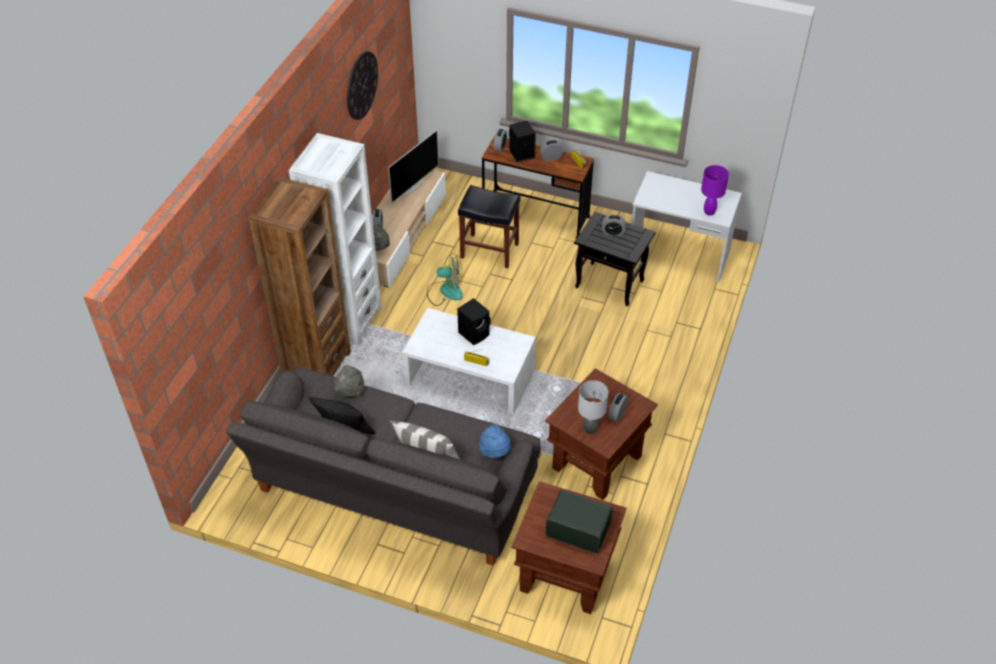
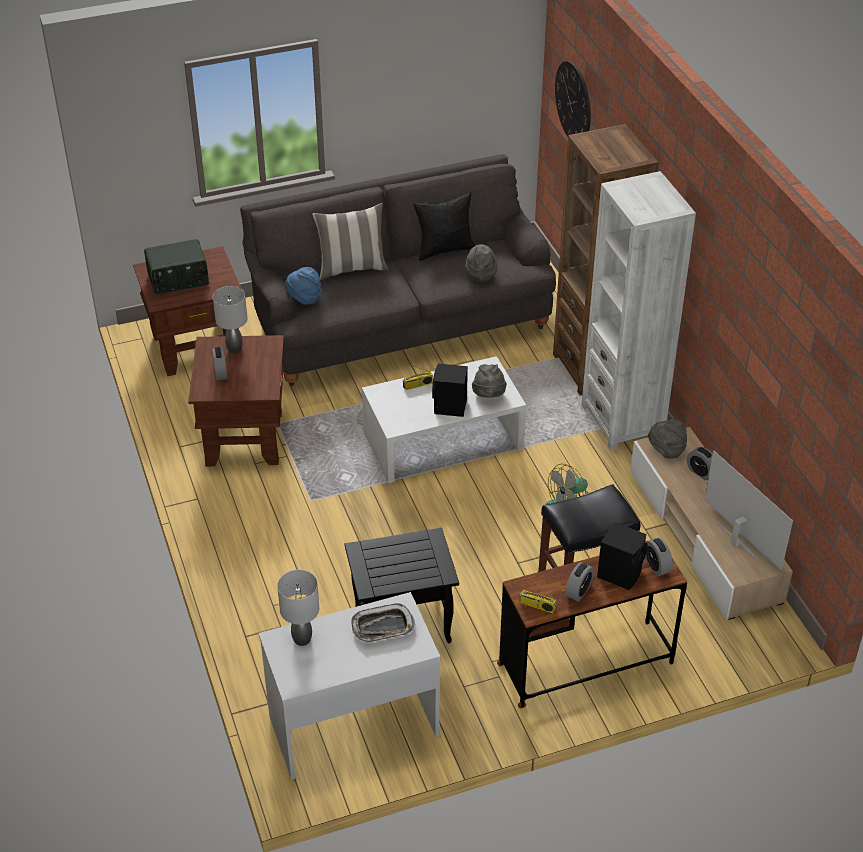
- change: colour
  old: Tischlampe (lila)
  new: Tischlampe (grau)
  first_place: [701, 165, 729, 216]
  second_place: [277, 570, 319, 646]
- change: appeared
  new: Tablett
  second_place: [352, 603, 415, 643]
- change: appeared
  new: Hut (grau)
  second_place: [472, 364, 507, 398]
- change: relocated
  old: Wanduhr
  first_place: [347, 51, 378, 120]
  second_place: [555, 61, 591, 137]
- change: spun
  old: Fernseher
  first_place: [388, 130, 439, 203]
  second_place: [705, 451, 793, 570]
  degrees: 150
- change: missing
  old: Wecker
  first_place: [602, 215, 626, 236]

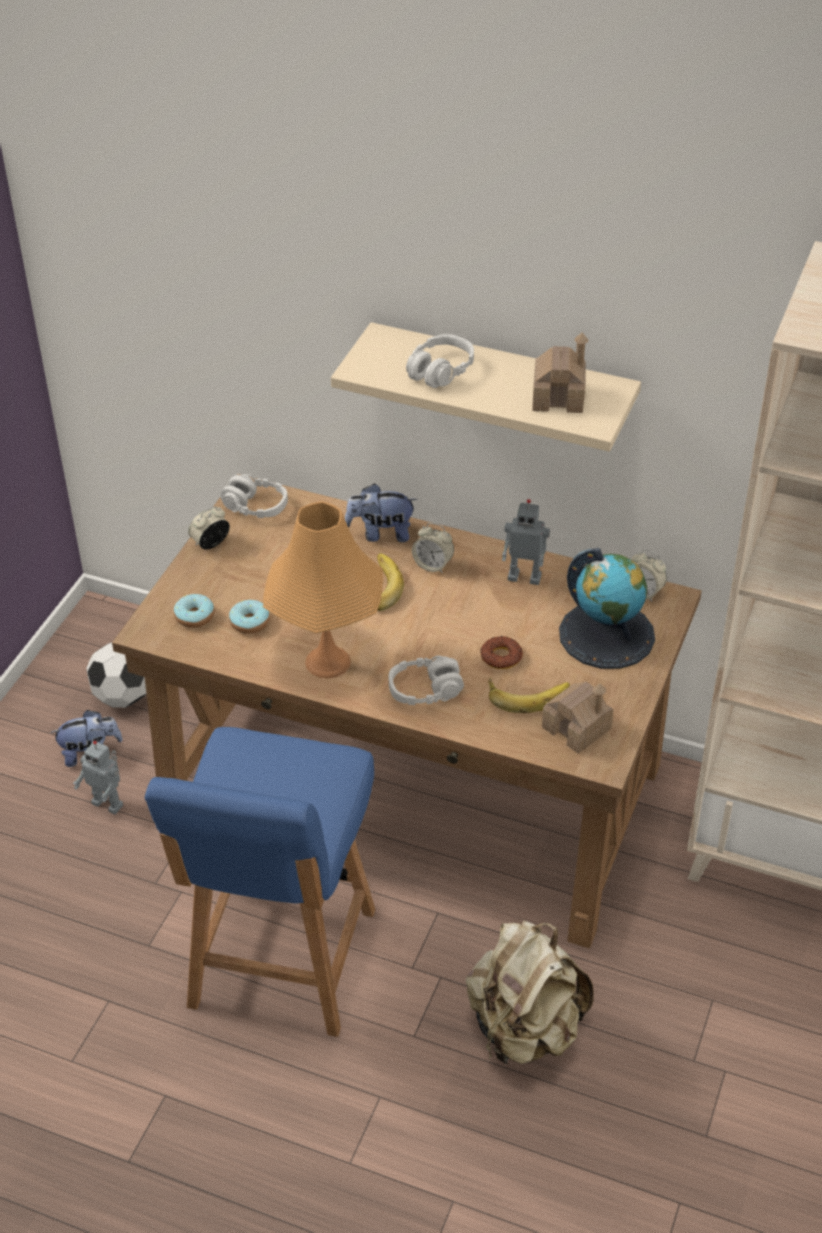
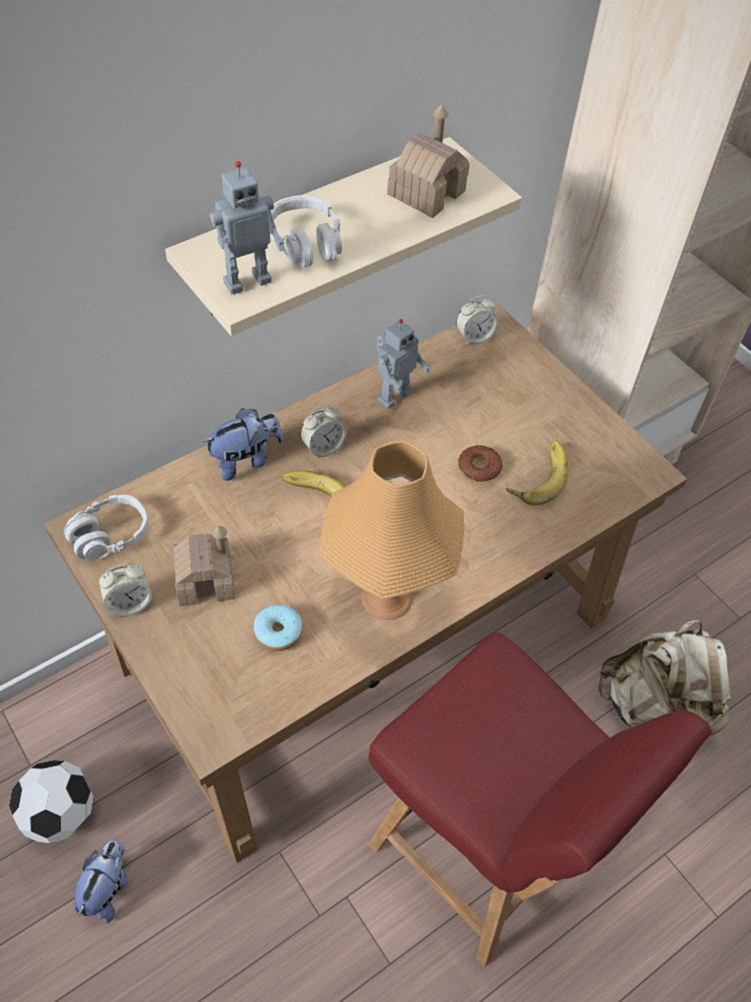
- change: spun
  old: Wecker
  first_place: [188, 506, 230, 549]
  second_place: [99, 563, 152, 617]
  degrees: -105
- change: relocated
  old: Spielzeughaus
  first_place: [542, 682, 614, 754]
  second_place: [173, 526, 234, 606]
- change: spun
  old: Plüschtier
  first_place: [345, 484, 417, 542]
  second_place: [203, 408, 283, 481]
  degrees: -150
- change: relocated
  old: Spielzeugroboter
  first_place: [73, 741, 123, 814]
  second_place: [210, 161, 284, 295]
- change: colour
  old: Stuhl (blau)
  new: Stuhl (rot)
  first_place: [145, 727, 375, 1037]
  second_place: [368, 632, 712, 967]
- change: missing
  old: Donut
  first_place: [174, 594, 214, 628]
- change: missing
  old: Kopfhörer (grau)
  first_place: [389, 656, 464, 705]
- change: missing
  old: Globus
  first_place: [559, 548, 655, 669]

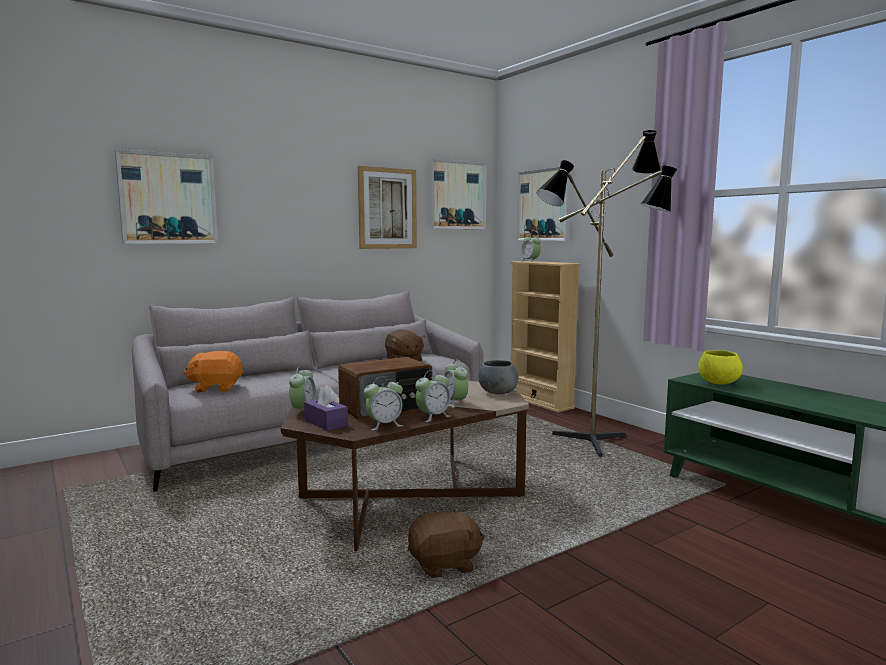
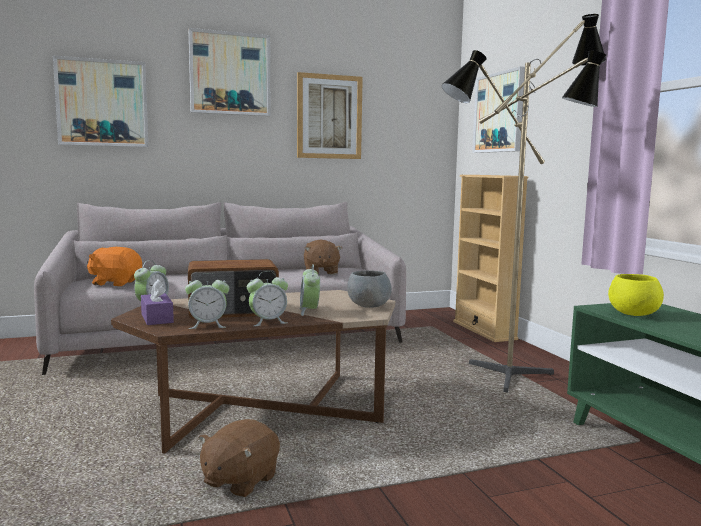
- change: relocated
  old: Bild
  first_place: [429, 158, 487, 229]
  second_place: [189, 28, 270, 116]
- change: spun
  old: Plüschtier (braun)
  first_place: [408, 507, 485, 578]
  second_place: [198, 419, 280, 497]
  degrees: 120
- change: missing
  old: Wecker
  first_place: [521, 234, 541, 262]

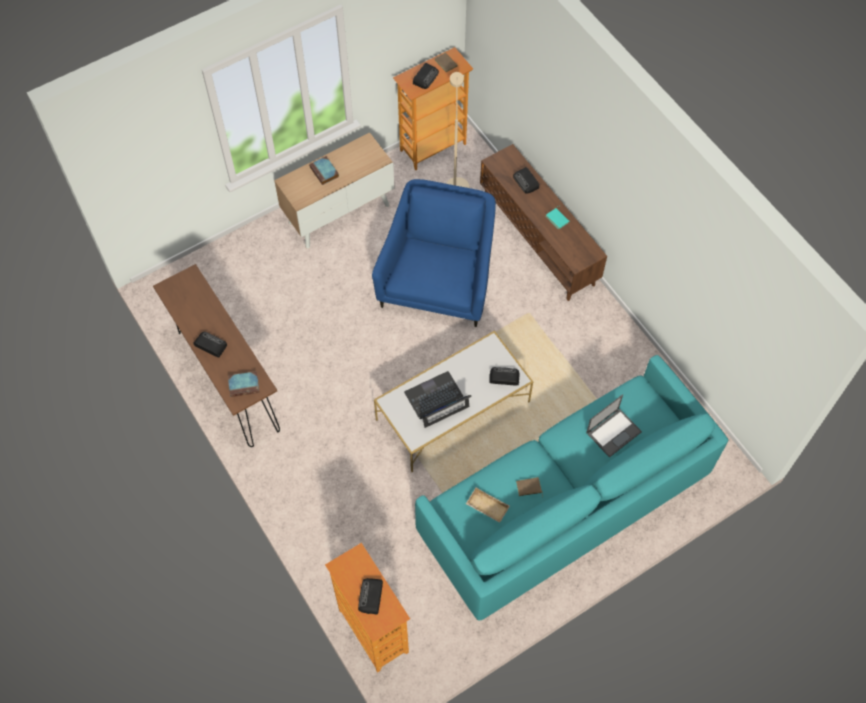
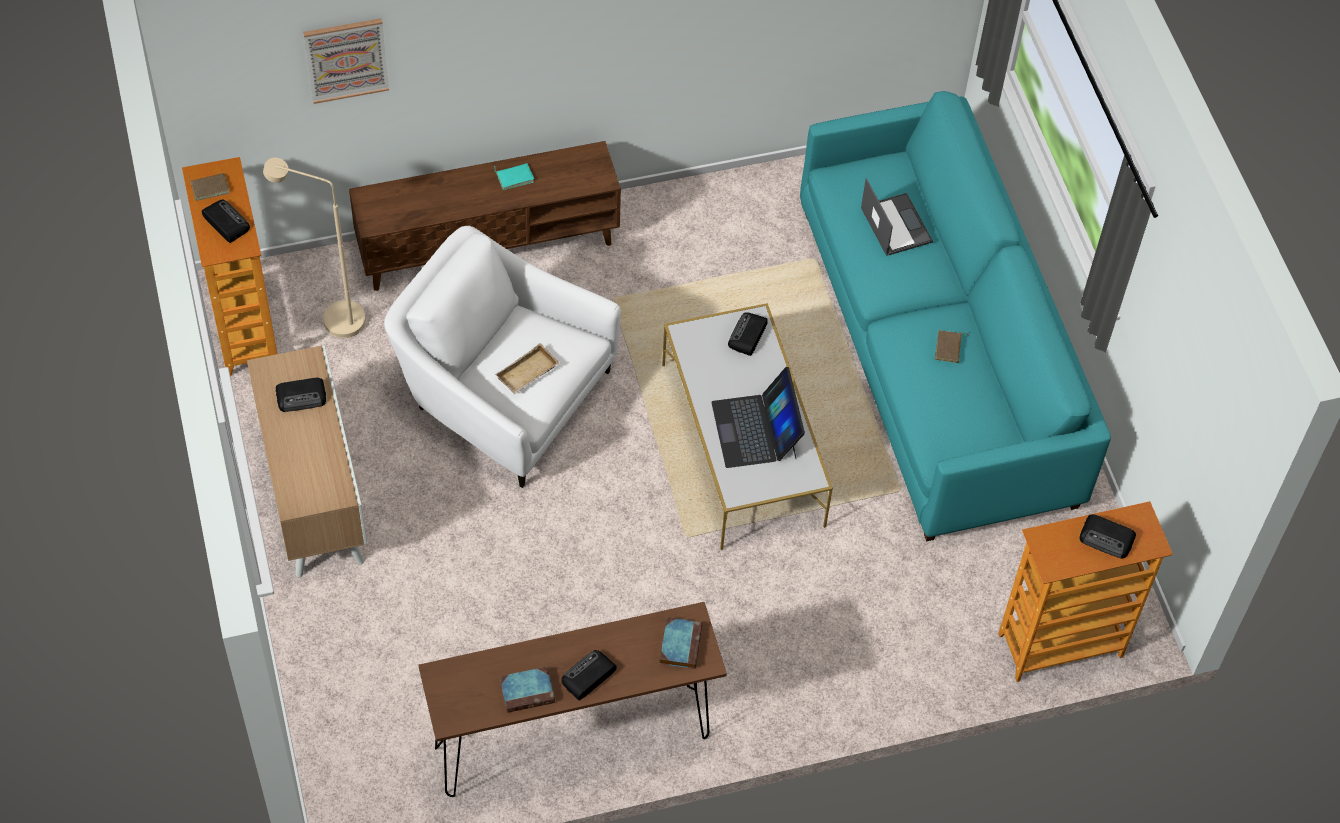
- change: relocated
  old: Radio
  first_place: [513, 167, 539, 194]
  second_place: [275, 378, 326, 412]
- change: appeared
  new: Bild
  second_place: [303, 18, 389, 104]
- change: colour
  old: Sessel (blau)
  new: Sessel (weiß)
  first_place: [372, 179, 496, 327]
  second_place: [384, 226, 621, 488]
- change: relocated
  old: Tablett (beige)
  first_place: [466, 487, 510, 523]
  second_place: [495, 343, 559, 394]
- change: relocated
  old: Buch
  first_place: [309, 156, 339, 185]
  second_place: [499, 667, 555, 713]

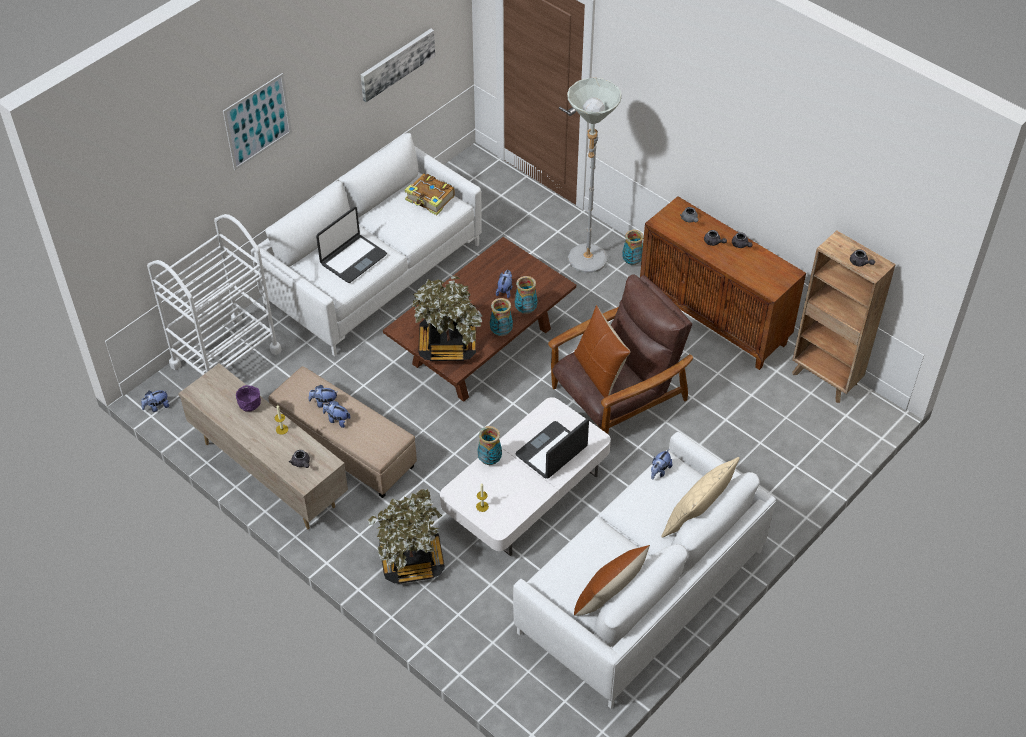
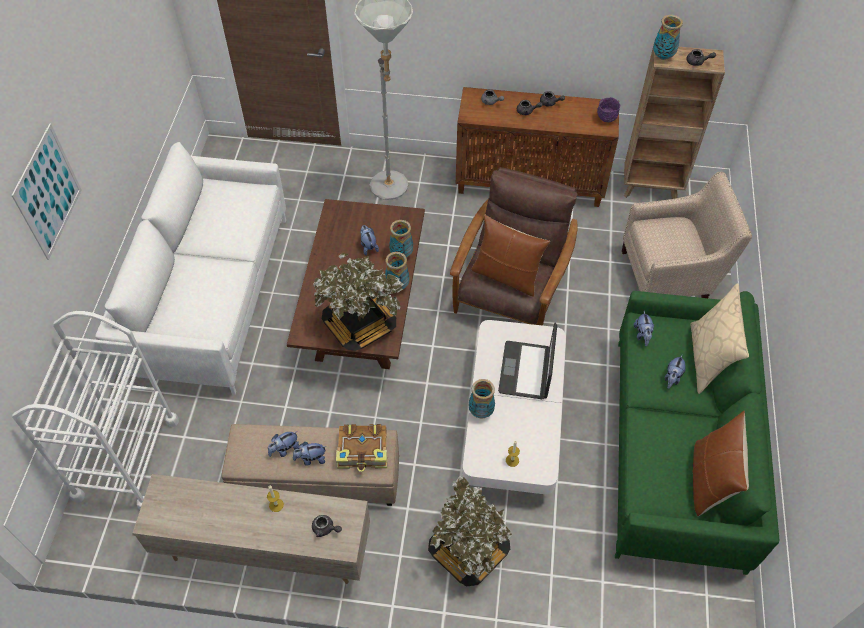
- change: relocated
  old: Buch
  first_place: [405, 173, 455, 215]
  second_place: [336, 424, 387, 472]
- change: relocated
  old: Schüssel (lila)
  first_place: [236, 385, 261, 412]
  second_place: [597, 97, 620, 122]
- change: colour
  old: Sofa (weiß)
  new: Sofa (grün)
  first_place: [513, 432, 776, 709]
  second_place: [615, 291, 779, 575]
- change: appeared
  new: Sessel (beige)
  second_place: [622, 172, 752, 298]
- change: relocated
  old: Vase
  first_place: [622, 230, 644, 265]
  second_place: [653, 15, 683, 60]
- change: relocated
  old: Plüschtier
  first_place: [141, 390, 169, 412]
  second_place: [665, 355, 686, 389]
- change: missing
  old: Laptop
  first_place: [316, 207, 387, 283]
- change: missing
  old: Bild
  first_place: [361, 29, 435, 102]

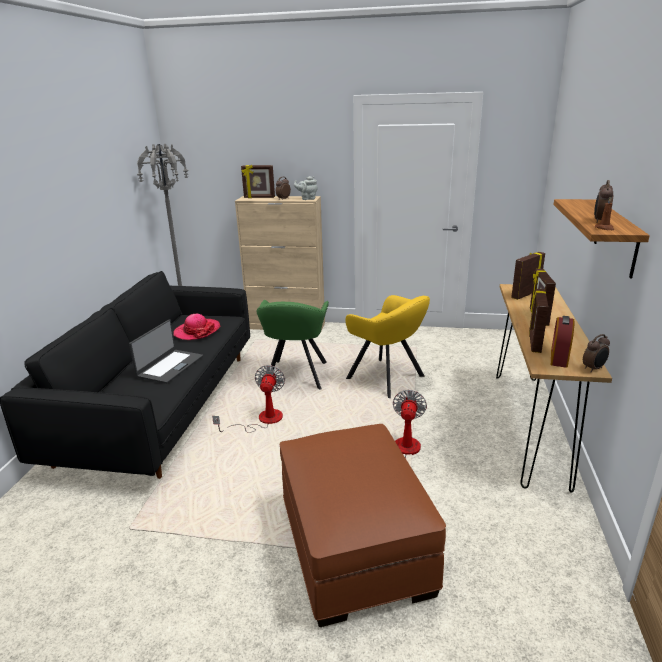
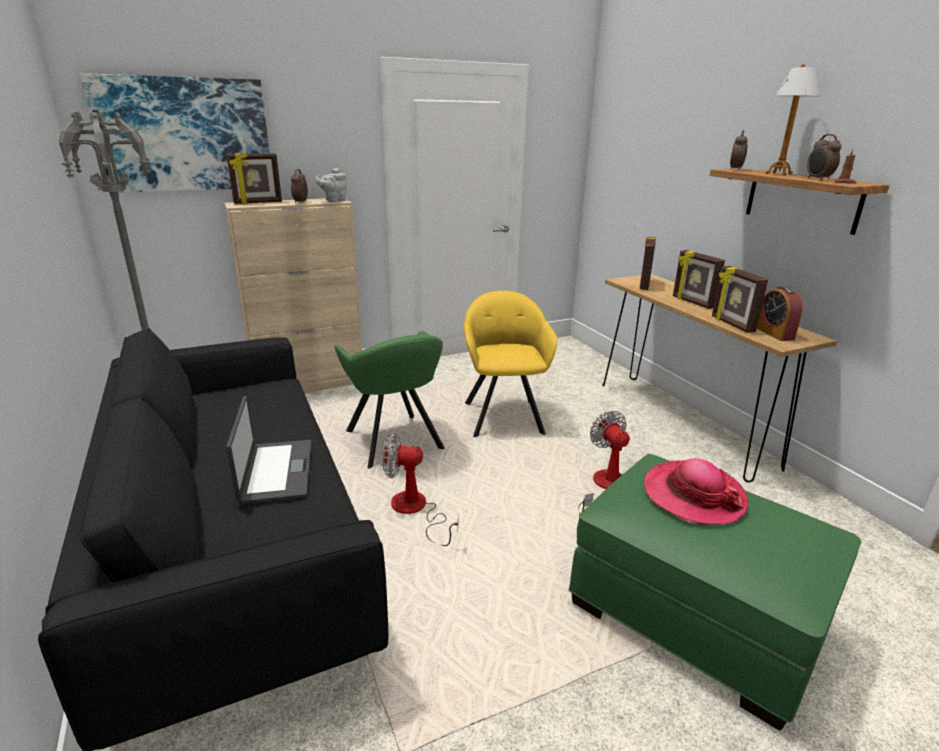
- change: appeared
  new: Bild
  second_place: [80, 73, 270, 193]
- change: spun
  old: Ventilator
  first_place: [212, 365, 285, 433]
  second_place: [383, 433, 459, 546]
  degrees: -60
- change: spun
  old: Sessel (gelb)
  first_place: [345, 295, 430, 398]
  second_place: [464, 291, 558, 437]
  degrees: -105
- change: colour
  old: Polsterhocker (braun)
  new: Polsterhocker (grün)
  first_place: [280, 424, 446, 627]
  second_place: [569, 454, 861, 730]
- change: relocated
  old: Hut
  first_place: [173, 314, 220, 340]
  second_place: [644, 458, 749, 525]
- change: relocated
  old: Wecker
  first_place: [583, 334, 610, 372]
  second_place: [730, 130, 747, 170]
- change: appeared
  new: Tischlampe
  second_place: [766, 64, 820, 176]

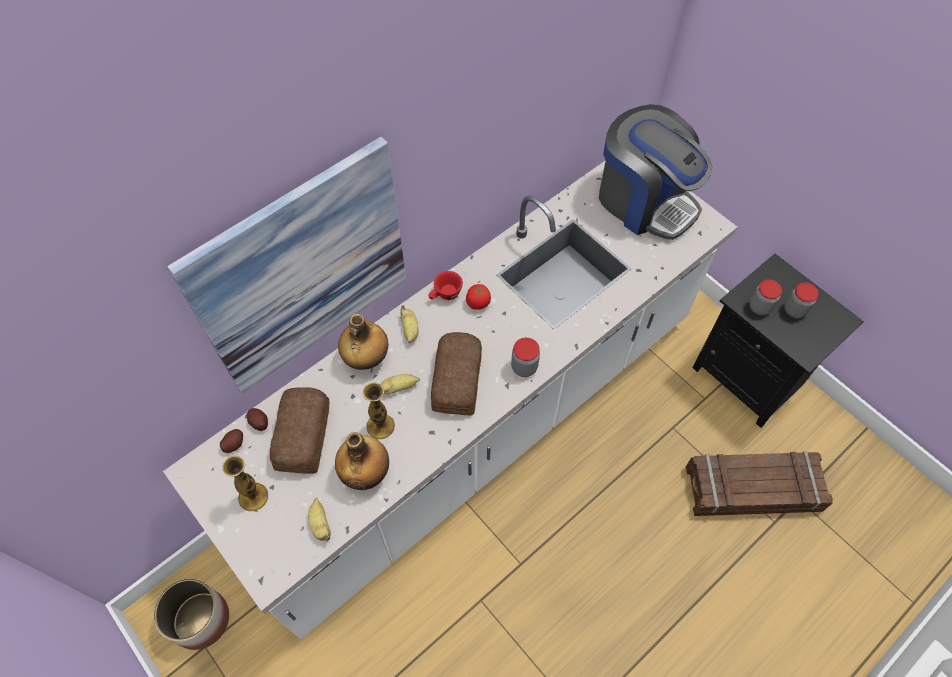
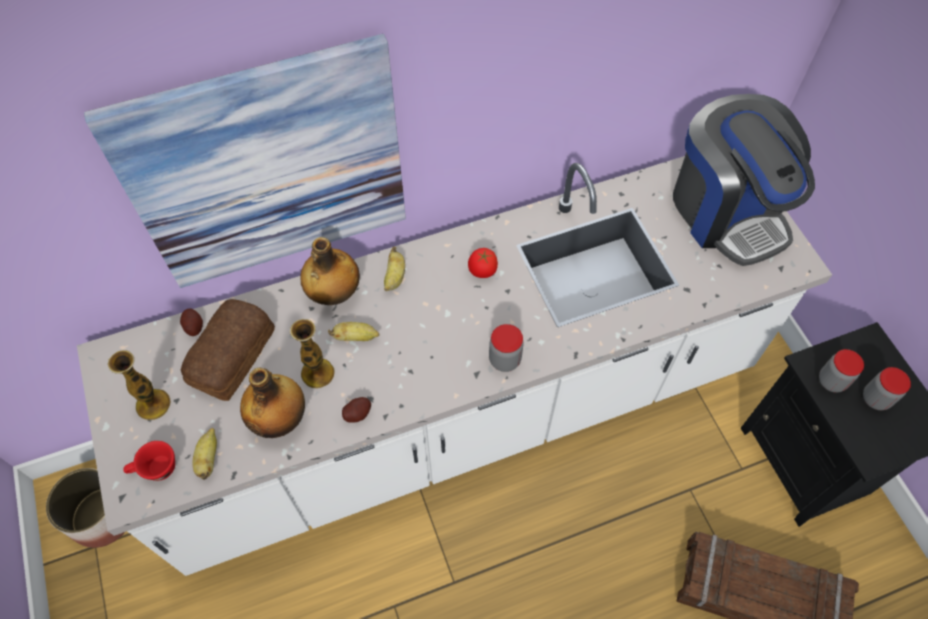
- change: relocated
  old: Tasse (rot)
  first_place: [428, 271, 463, 300]
  second_place: [123, 441, 175, 481]
- change: relocated
  old: Kartoffel
  first_place: [220, 429, 243, 453]
  second_place: [342, 397, 371, 423]
- change: missing
  old: Brot
  first_place: [431, 332, 482, 415]

